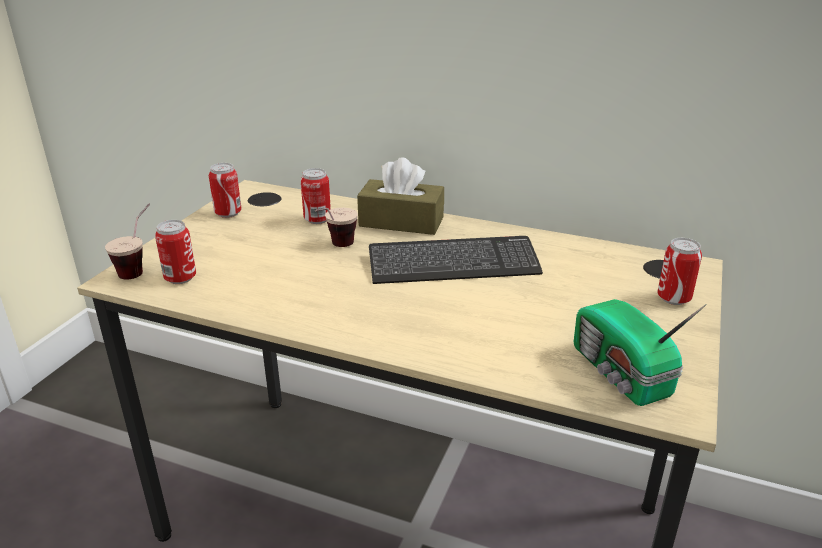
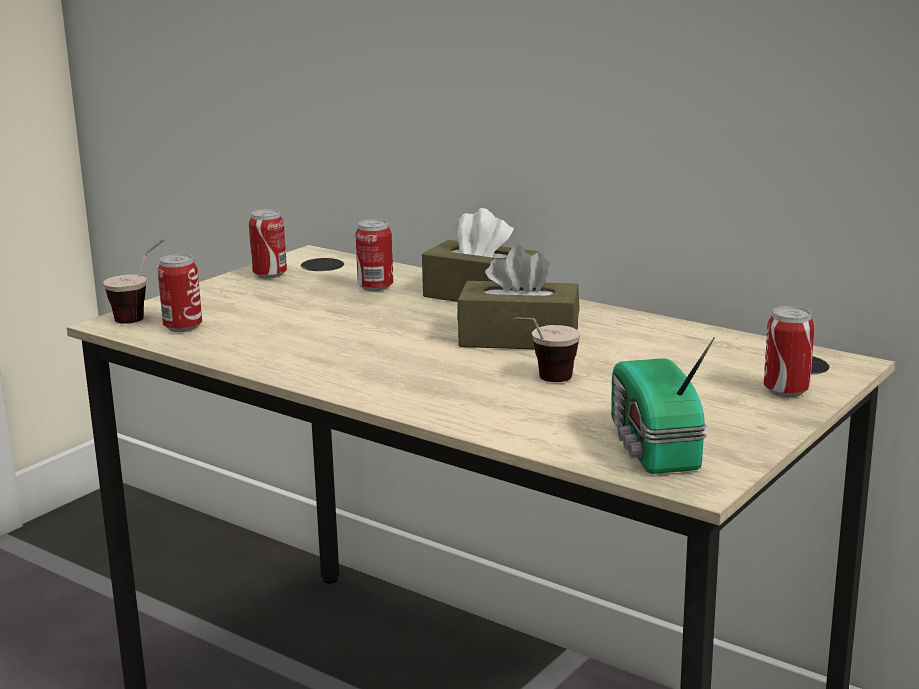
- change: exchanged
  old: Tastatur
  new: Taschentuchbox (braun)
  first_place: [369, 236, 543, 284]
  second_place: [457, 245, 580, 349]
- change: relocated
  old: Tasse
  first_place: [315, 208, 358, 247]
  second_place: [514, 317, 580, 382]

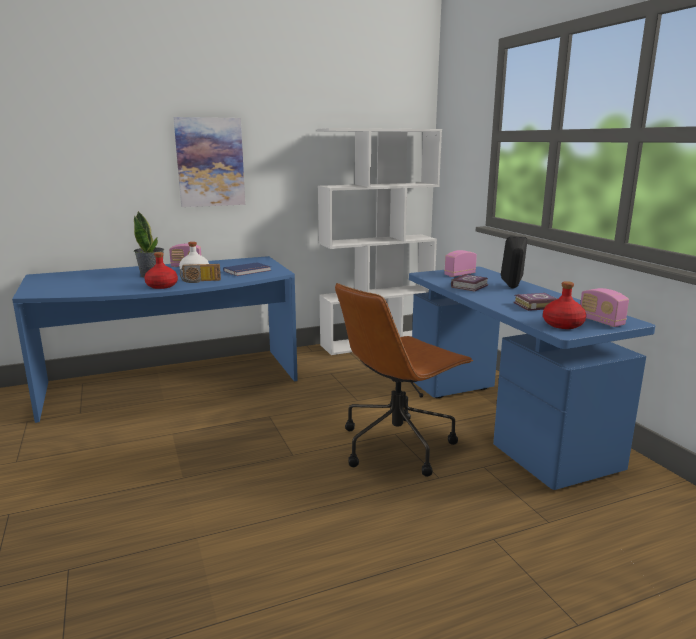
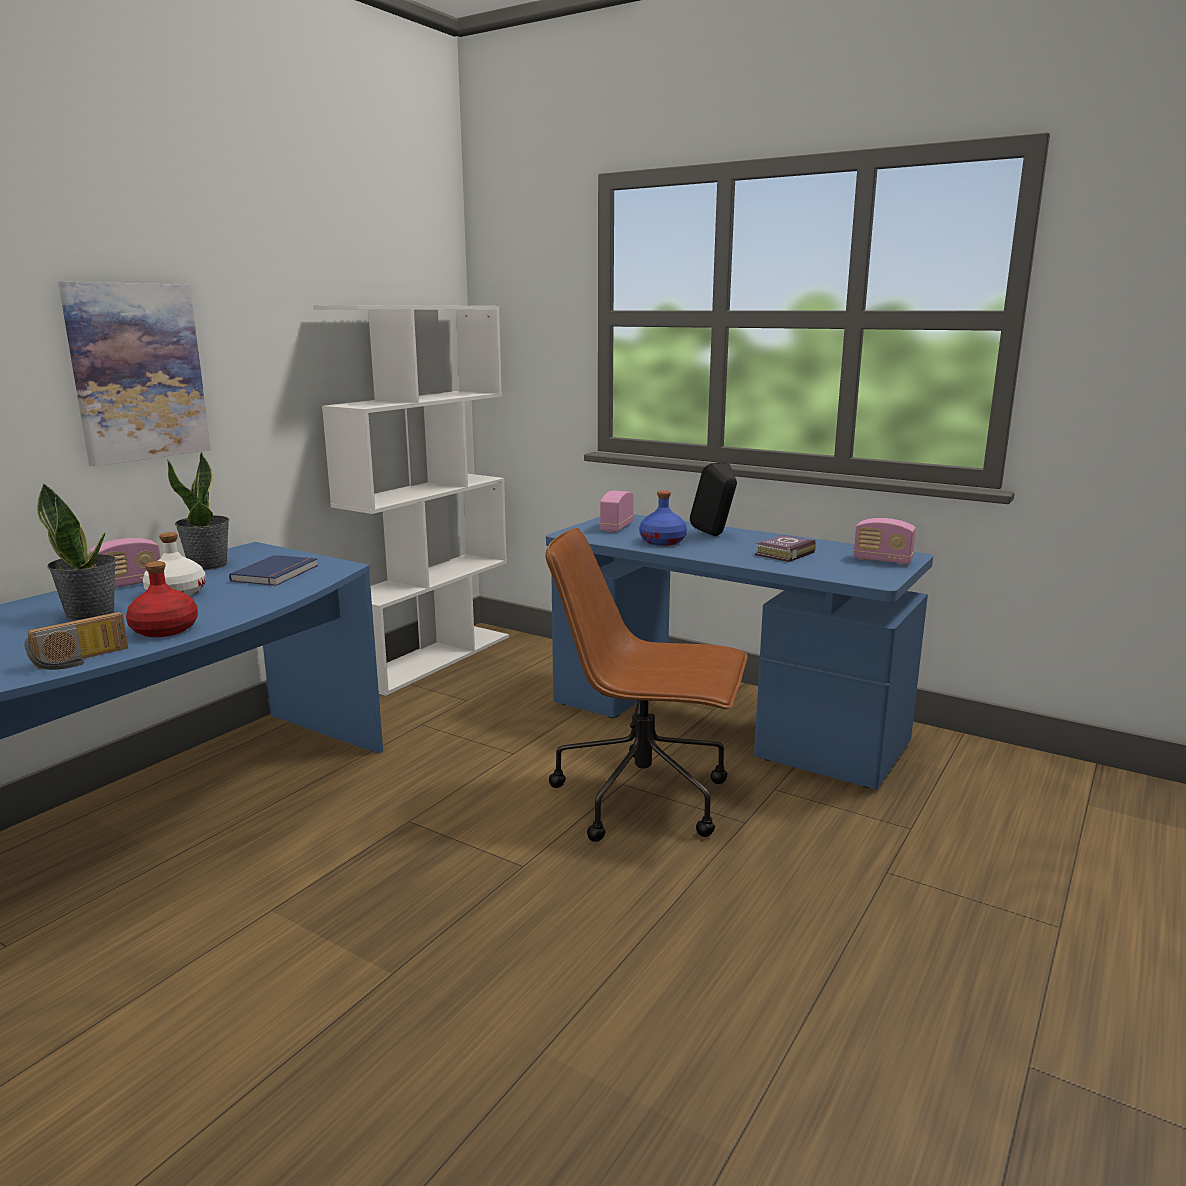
- change: relocated
  old: Radio
  first_place: [180, 264, 221, 283]
  second_place: [24, 612, 128, 670]
- change: appeared
  new: Topfpflanze
  second_place: [167, 451, 230, 570]
- change: spun
  old: Bürostuhl (braun)
  first_place: [335, 283, 474, 477]
  second_place: [545, 528, 747, 842]
  degrees: 90
- change: exchanged
  old: Buch
  new: Flasche (blau)
  first_place: [451, 274, 488, 292]
  second_place: [639, 490, 687, 546]
- change: missing
  old: Flasche (rot)
  first_place: [543, 281, 586, 329]

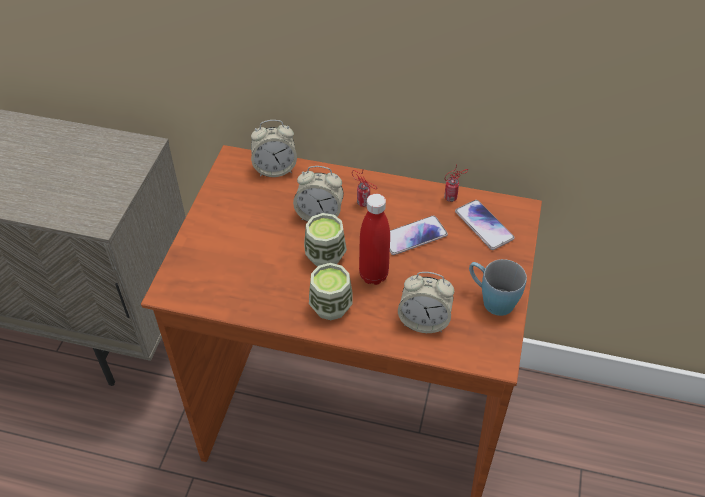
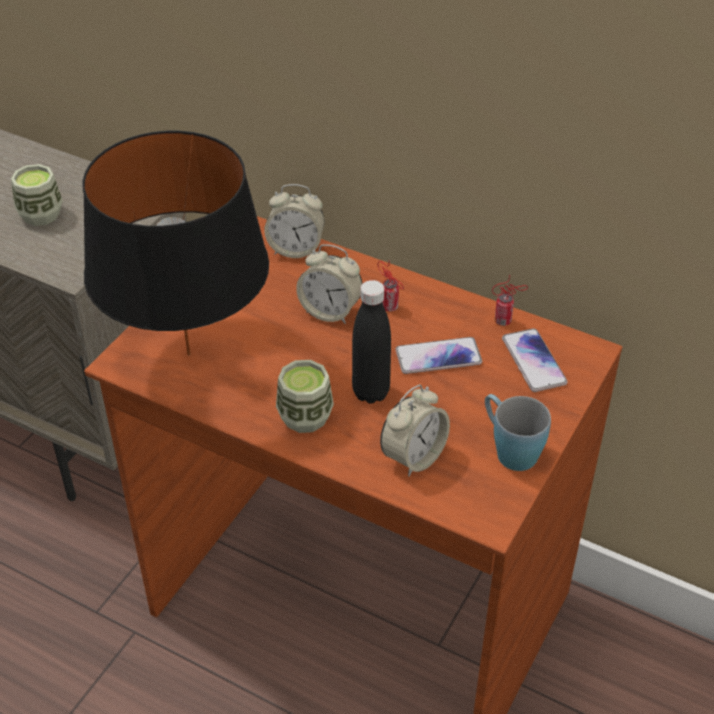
- change: relocated
  old: Tasse
  first_place: [304, 213, 347, 267]
  second_place: [11, 164, 63, 226]
- change: appeared
  new: Tischlampe (schwarz)
  second_place: [83, 131, 269, 356]
- change: colour
  old: Flasche (rot)
  new: Flasche (schwarz)
  first_place: [359, 194, 390, 285]
  second_place: [352, 280, 391, 403]
- change: spun
  old: Wecker
  first_place: [398, 272, 454, 333]
  second_place: [380, 385, 450, 477]
  degrees: -75

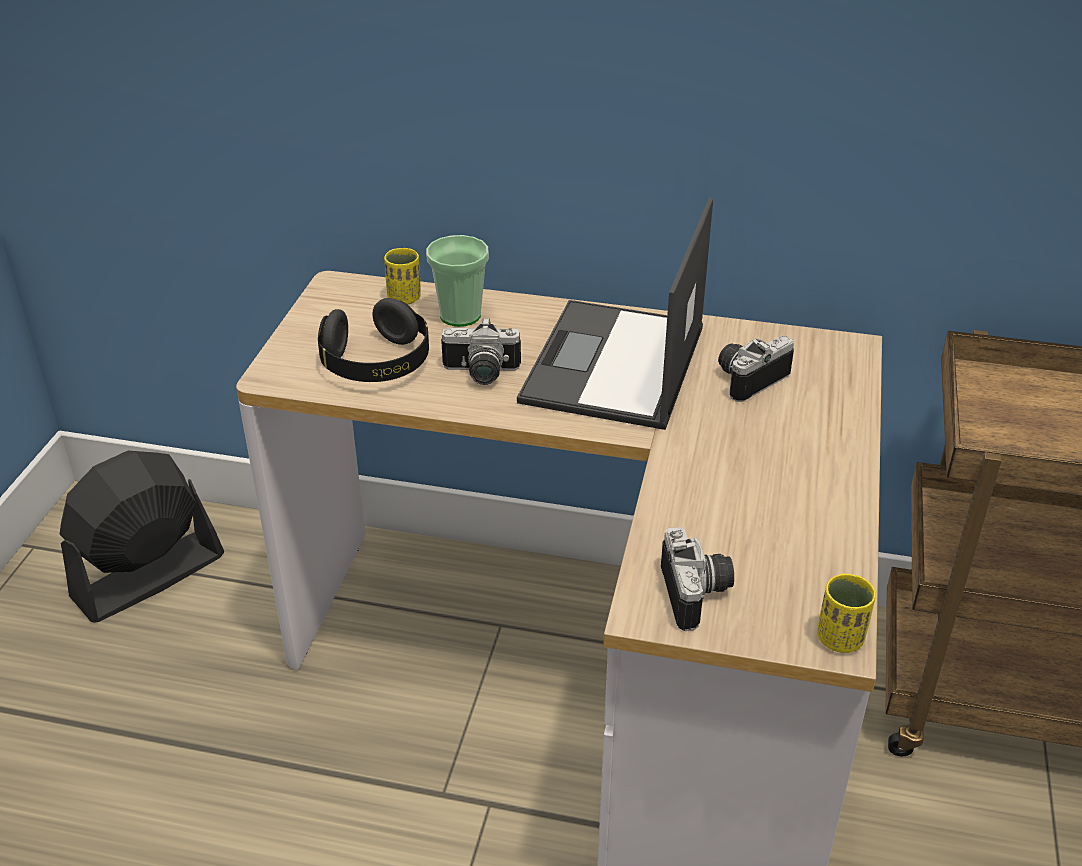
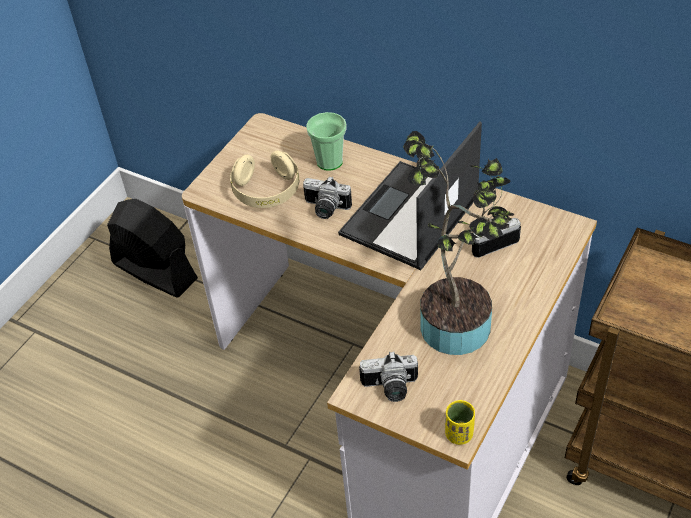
- change: spun
  old: Ventilator (schwarz)
  first_place: [60, 451, 224, 623]
  second_place: [107, 199, 198, 298]
  degrees: 60
- change: colour
  old: Kopfhörer (schwarz)
  new: Kopfhörer (beige)
  first_place: [318, 298, 429, 382]
  second_place: [230, 150, 299, 208]
- change: spun
  old: Kamera
  first_place: [661, 527, 734, 631]
  second_place: [359, 351, 418, 402]
  degrees: 75
- change: appeared
  new: Topfpflanze
  second_place: [403, 131, 514, 355]
- change: missing
  old: Tasse (gelb)
  first_place: [384, 248, 421, 305]

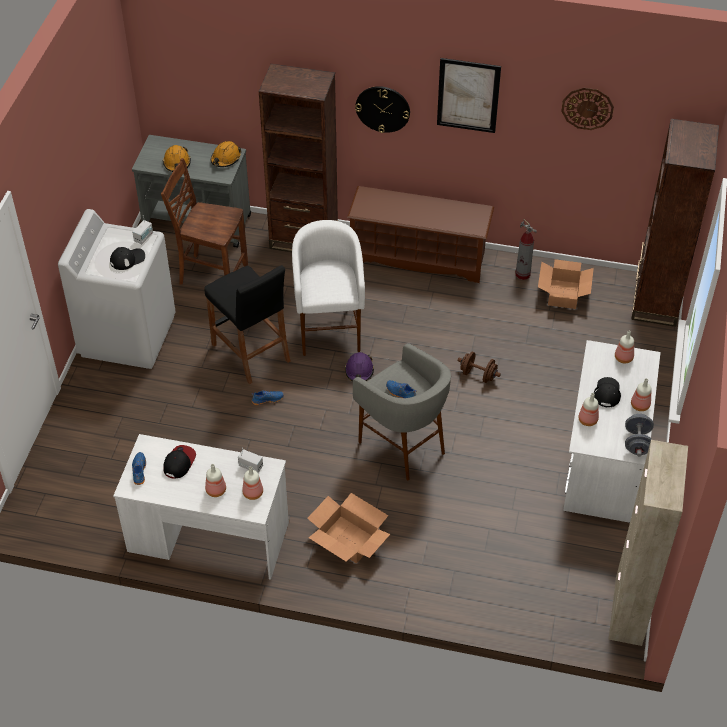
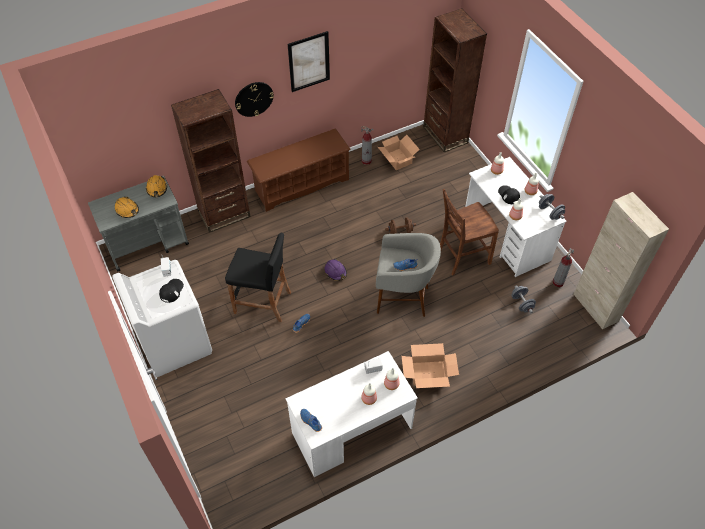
- change: relocated
  old: Stuhl (braun)
  first_place: [161, 158, 248, 285]
  second_place: [440, 189, 499, 275]
- change: appeared
  new: Hantel (grau)
  second_place: [511, 285, 536, 313]
- change: appeared
  new: Feuerlöscher
  second_place: [553, 248, 574, 287]
- change: missing
  old: Kappe
  first_place: [163, 445, 196, 479]
- change: missing
  old: Hocker (weiß)
  first_place: [292, 220, 365, 356]
- change: missing
  old: Wanduhr
  first_place: [561, 88, 614, 130]

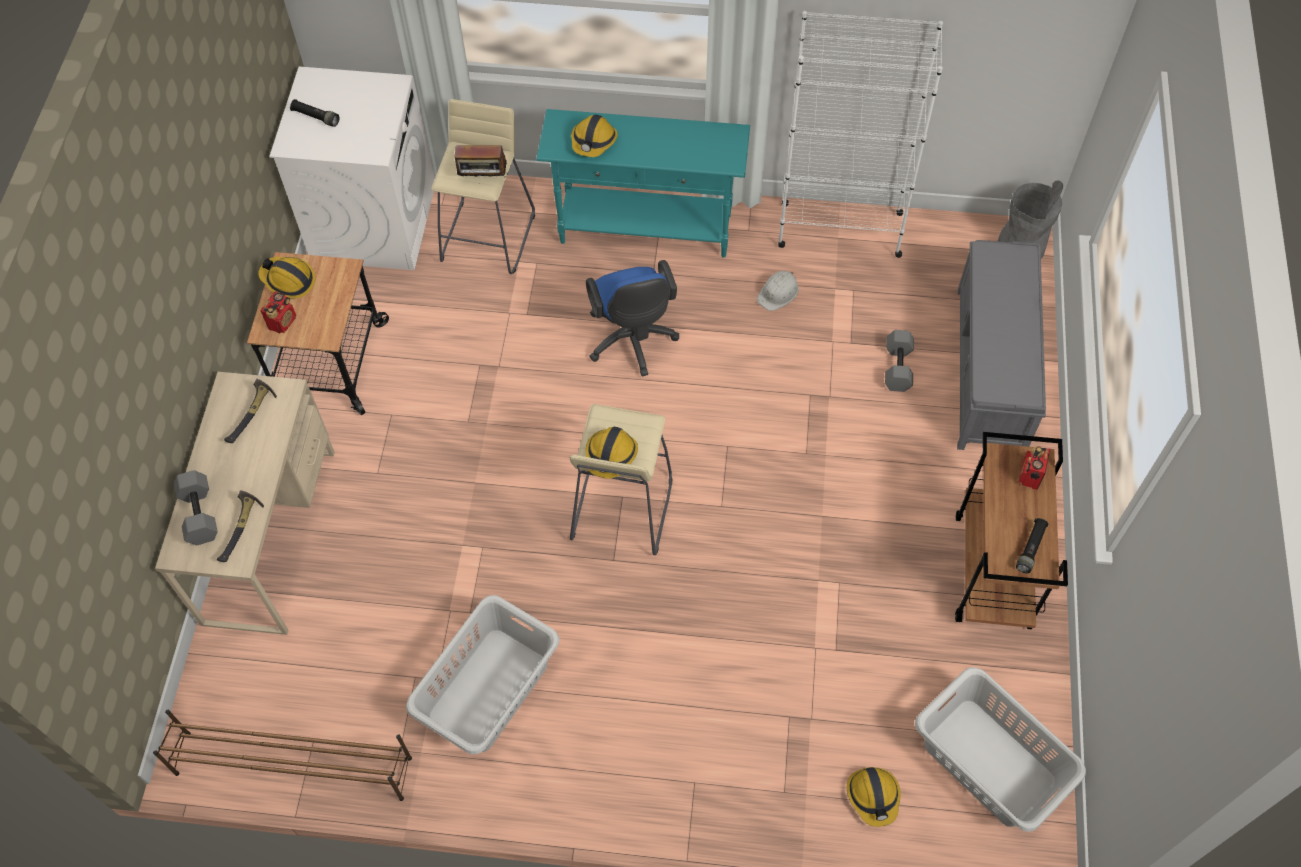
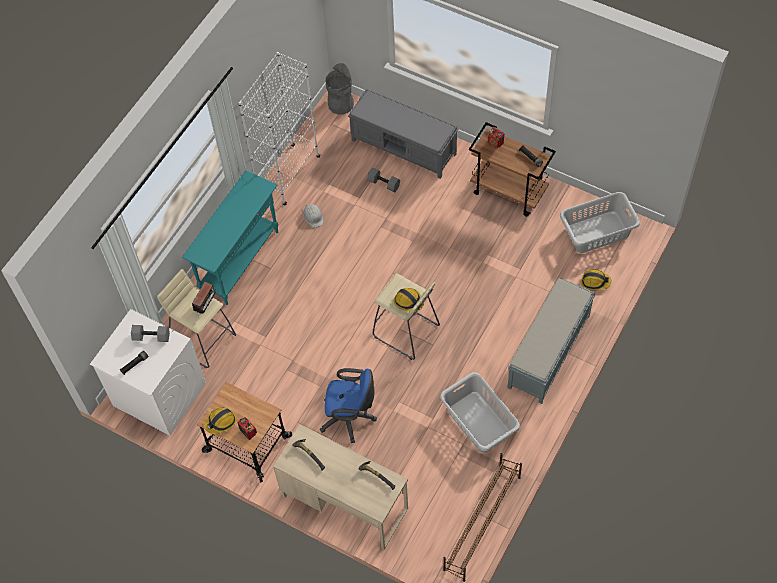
- change: relocated
  old: Hantel (grau)
  first_place: [174, 470, 218, 545]
  second_place: [131, 325, 170, 342]
- change: relocated
  old: Bürostuhl (blau)
  first_place: [586, 260, 679, 376]
  second_place: [320, 368, 377, 443]
- change: appeared
  new: Bank (grau)
  second_place: [507, 278, 595, 404]
- change: missing
  old: Schutzhelm
  first_place: [571, 115, 618, 157]

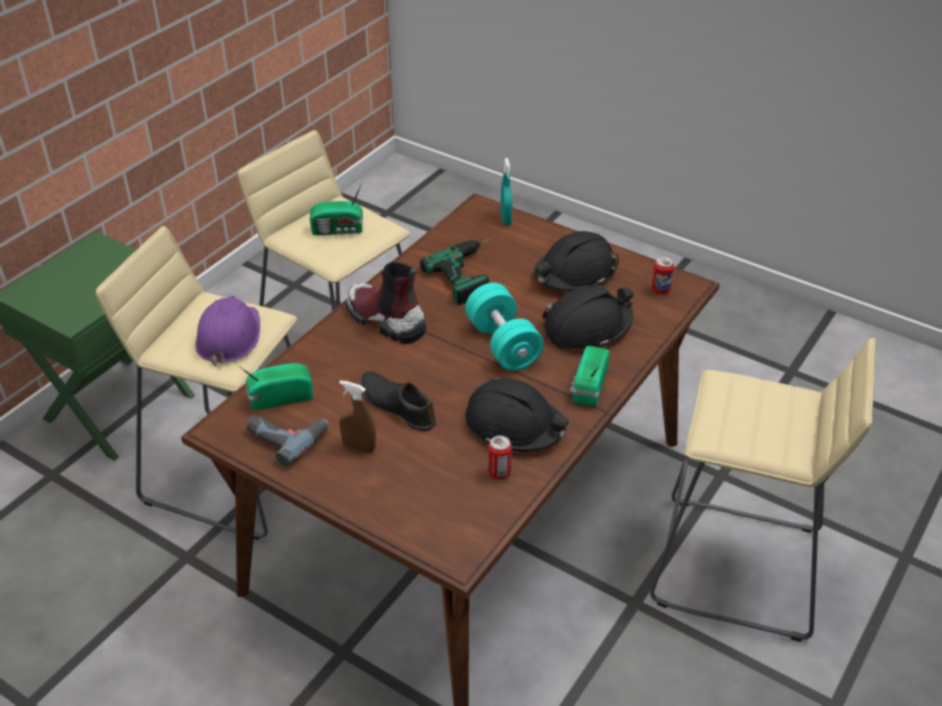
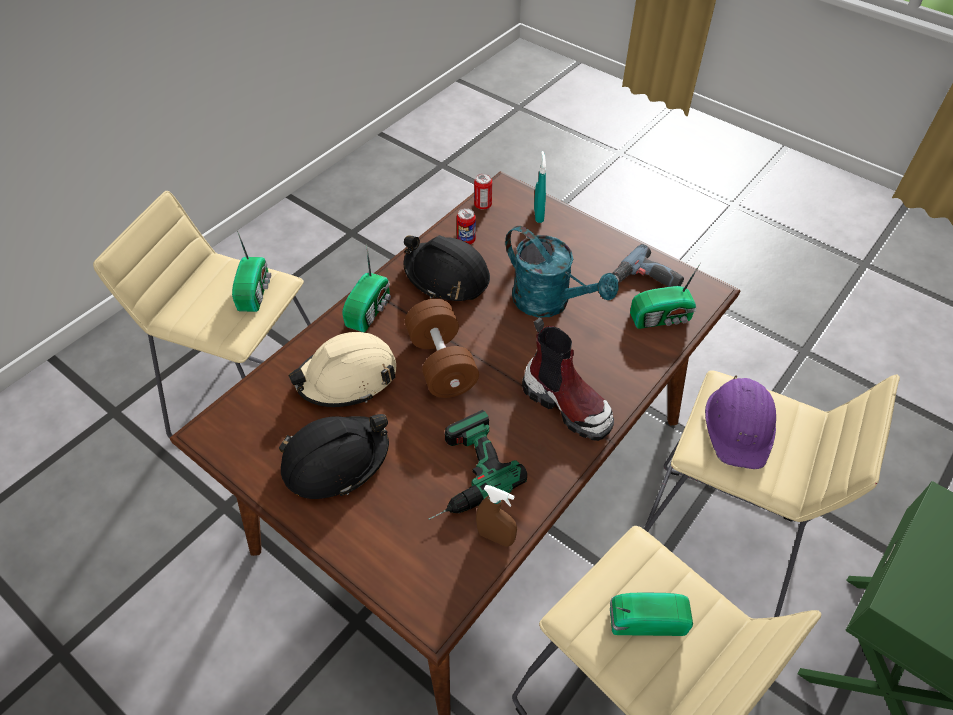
- change: appeared
  new: Radio
  second_place: [232, 230, 271, 312]
- change: colour
  old: Schutzhelm (schwarz)
  new: Schutzhelm (beige)
  first_place: [542, 285, 634, 349]
  second_place: [288, 332, 396, 407]
- change: colour
  old: Hantel (türkis)
  new: Hantel (braun)
  first_place: [465, 283, 544, 371]
  second_place: [405, 299, 479, 398]
- change: relocated
  old: Dose
  first_place: [651, 257, 674, 295]
  second_place: [474, 174, 492, 209]
- change: relocated
  old: Sprühflasche (braun)
  first_place: [339, 380, 376, 453]
  second_place: [476, 485, 517, 547]
- change: exchanged
  old: Schuh (schwarz)
  new: Gießkanne (türkis)
  first_place: [360, 371, 436, 431]
  second_place: [505, 226, 618, 318]
- change: relocated
  old: Sprühflasche (türkis)
  first_place: [501, 158, 512, 225]
  second_place: [534, 151, 546, 223]

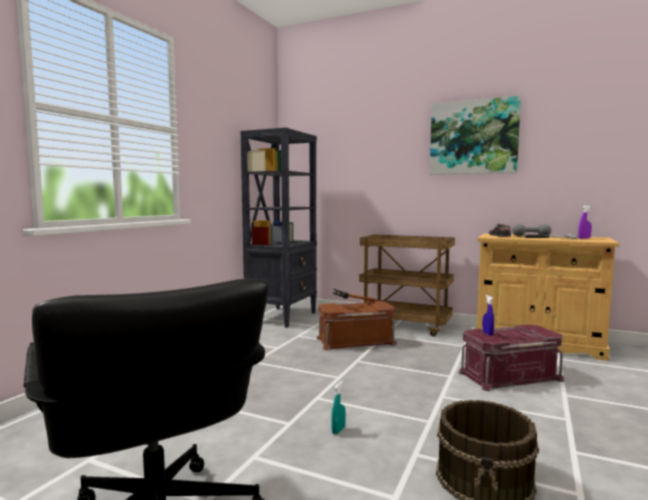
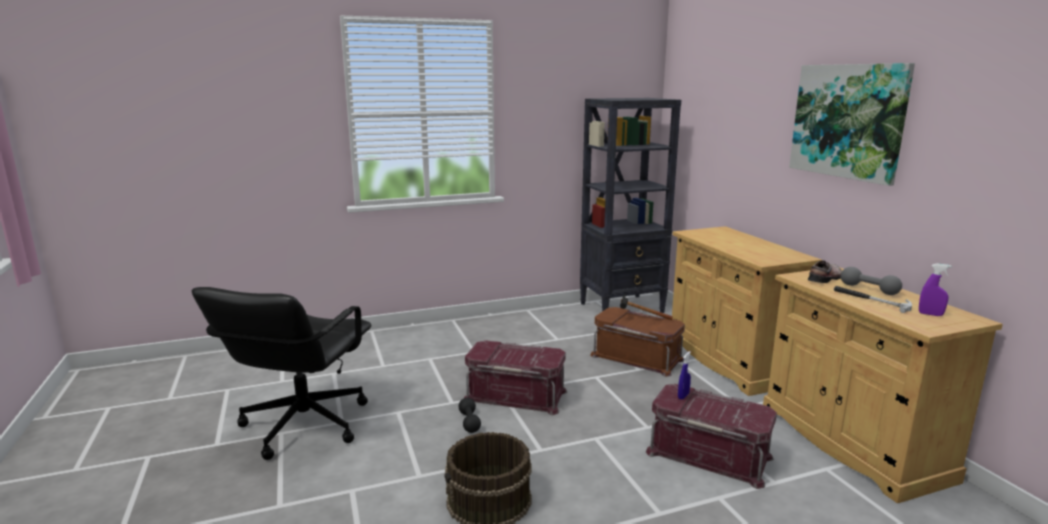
- change: exchanged
  old: Sprühflasche (türkis)
  new: Hantel (schwarz)
  first_place: [331, 381, 346, 434]
  second_place: [459, 398, 481, 433]
- change: appeared
  new: Aufbewahrungsbox (rot)
  second_place: [464, 340, 567, 415]
- change: exchanged
  old: Rollwagen (braun)
  new: Schrank (beige)
  first_place: [360, 235, 455, 336]
  second_place: [672, 226, 822, 396]

